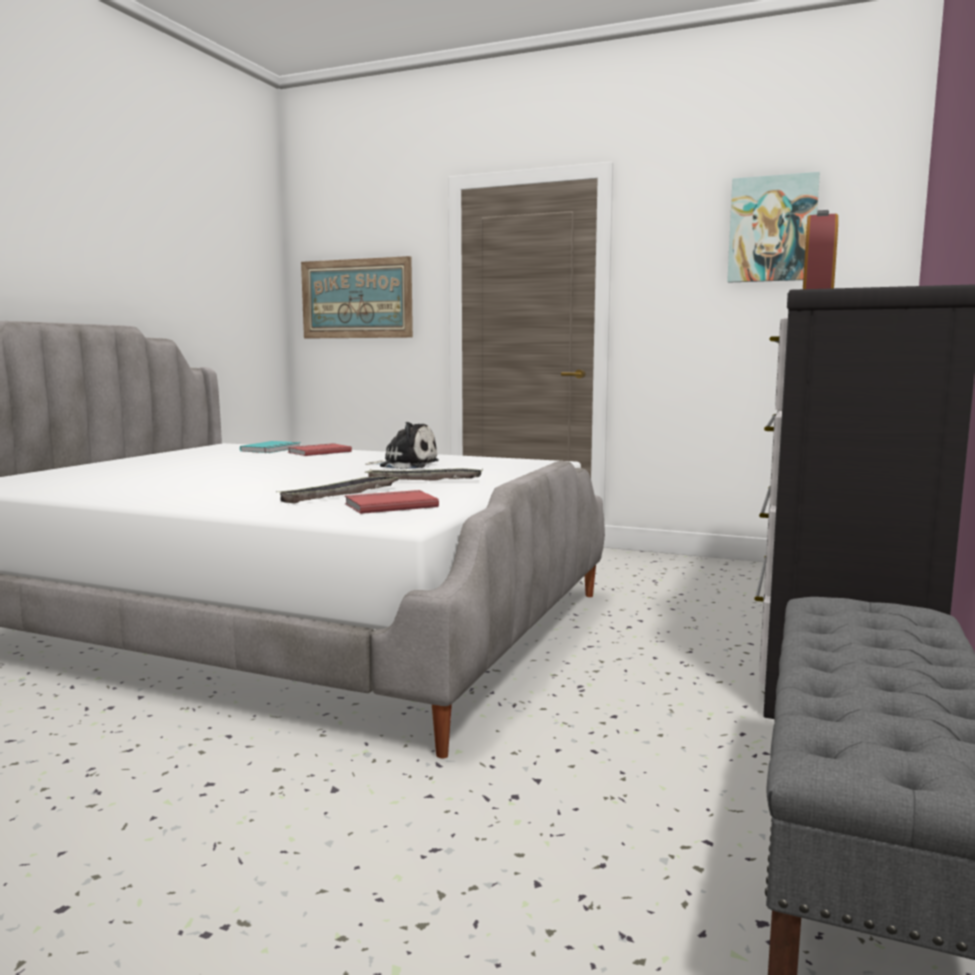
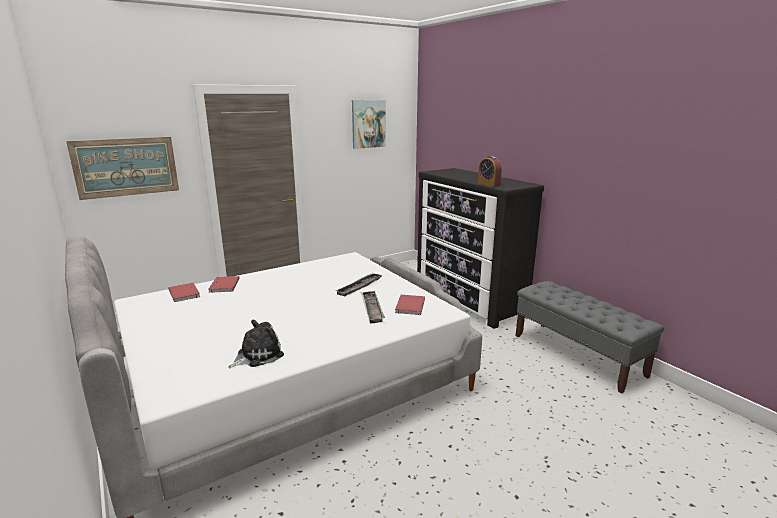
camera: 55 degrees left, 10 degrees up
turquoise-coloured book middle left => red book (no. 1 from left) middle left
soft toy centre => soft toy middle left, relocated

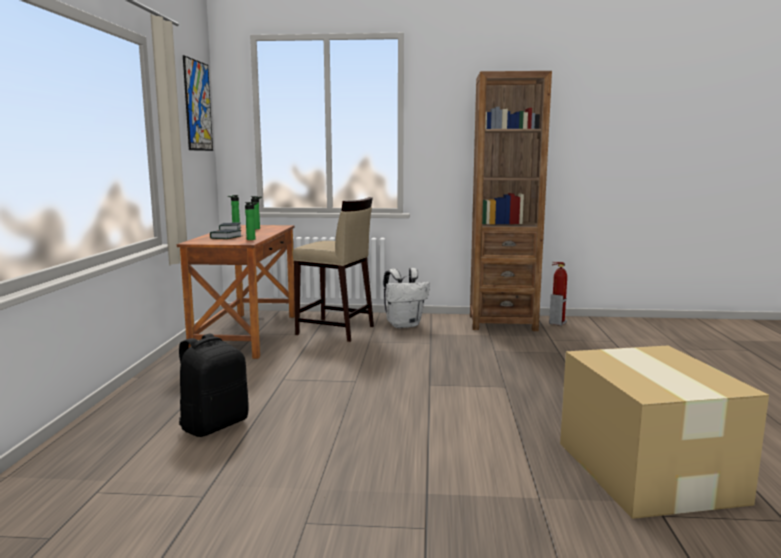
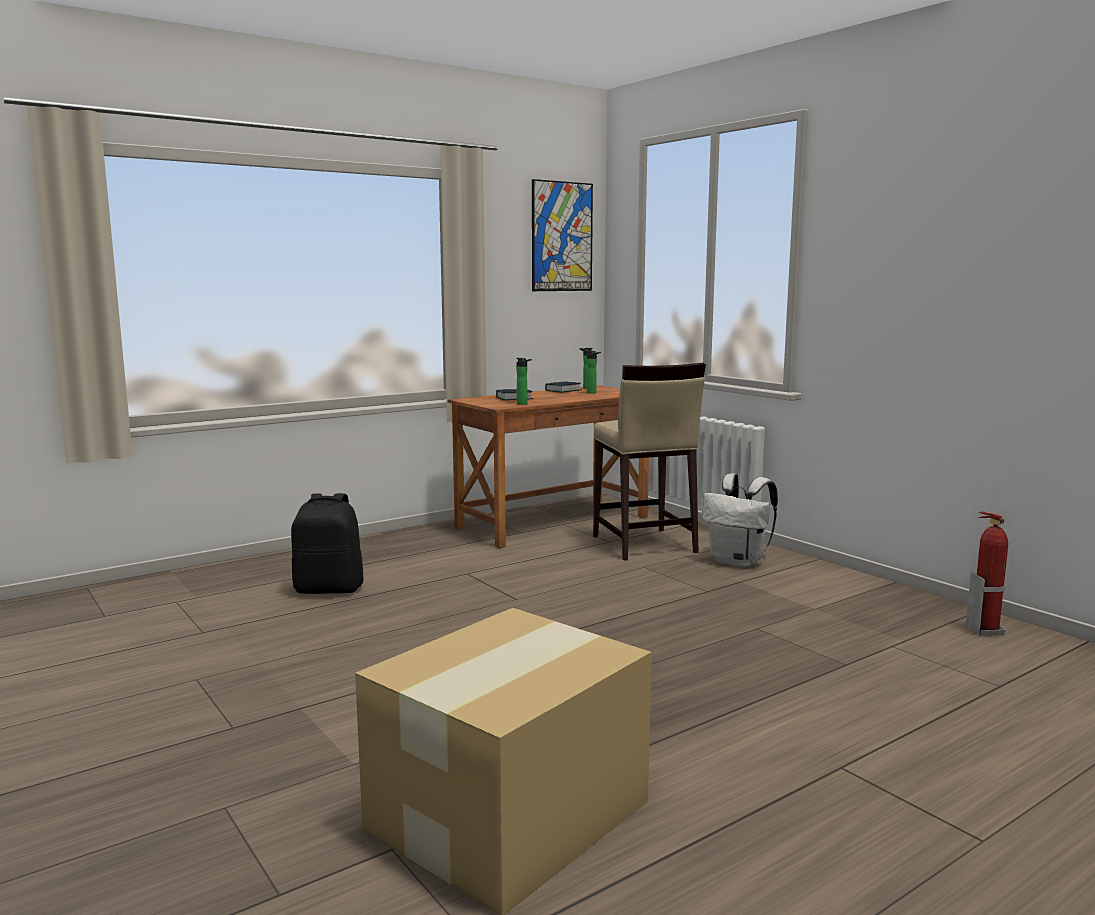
camera: 50 degrees right, 0 degrees up
brownish shelving unit centre => nothing

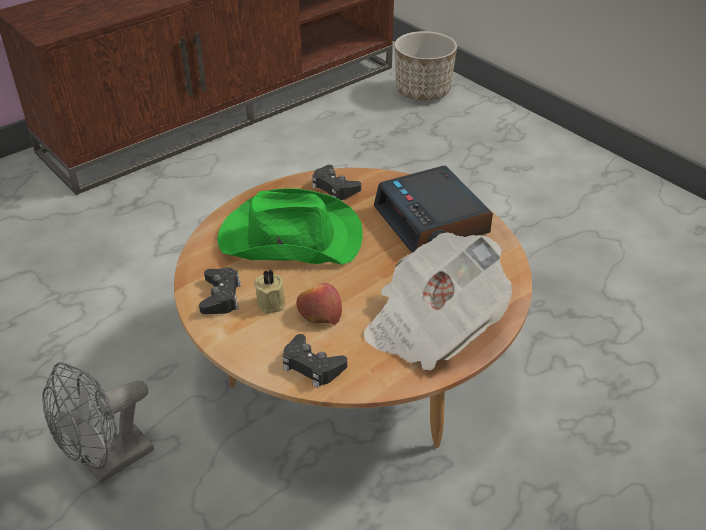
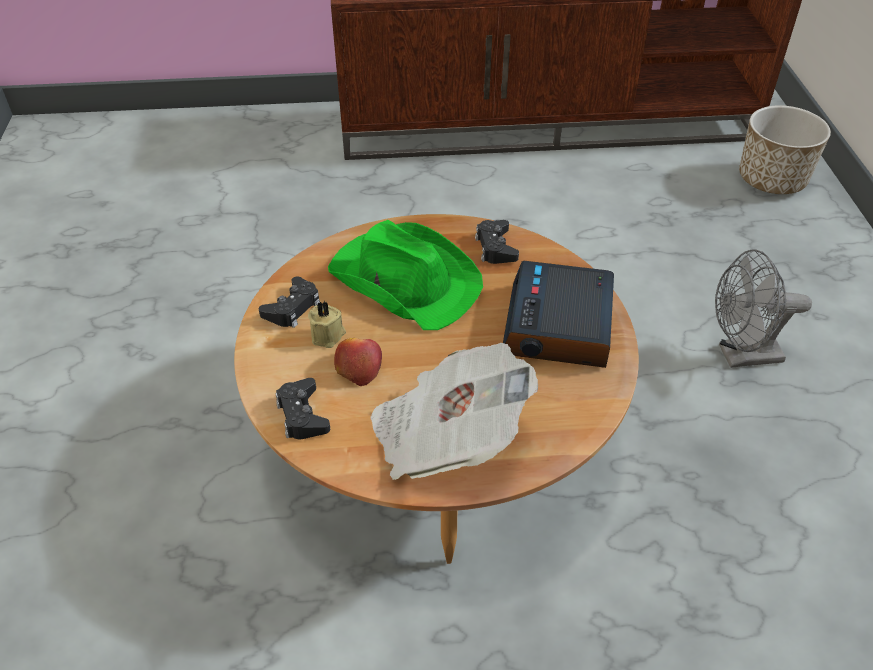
camera: 35 degrees right, 5 degrees up
grey electric fan bottom left => grey electric fan middle right, relocated

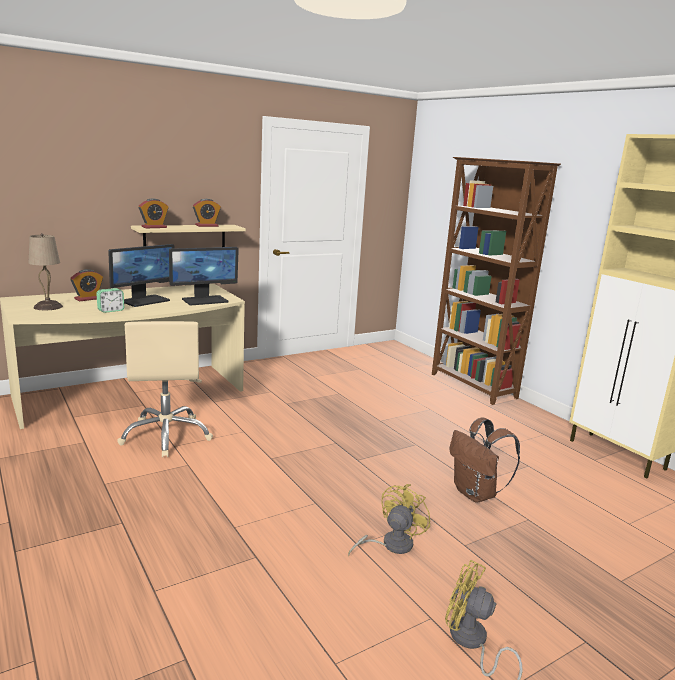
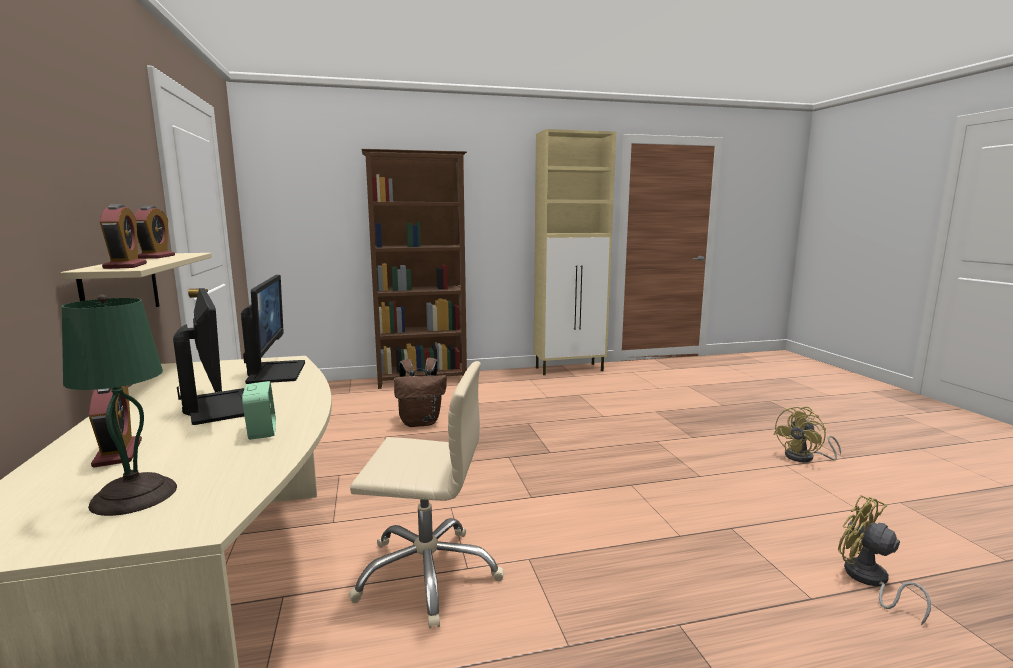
camera: 70 degrees left, 5 degrees down
beige-coloured tabletop lamp middle left => green tabletop lamp middle left
yellowish electric fan (no. 1 from left in the first image) bottom centre => yellowish electric fan (no. 2 from left) bottom right, relocated
brownish knapsack bottom right => brownish knapsack centre, relocated

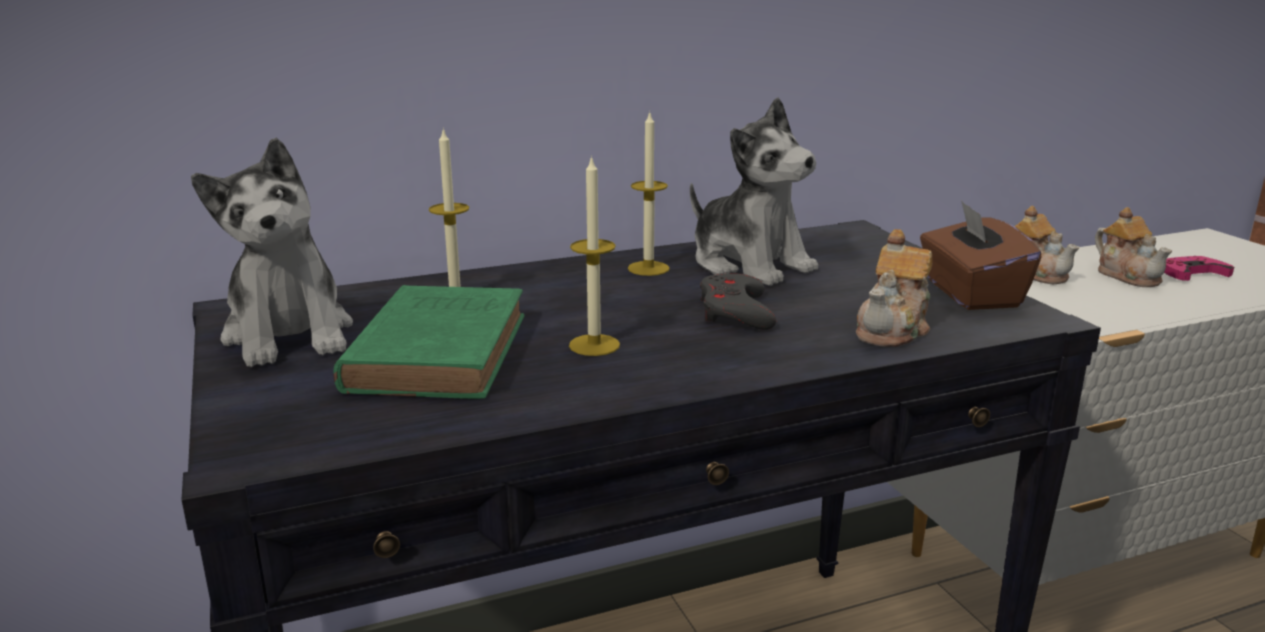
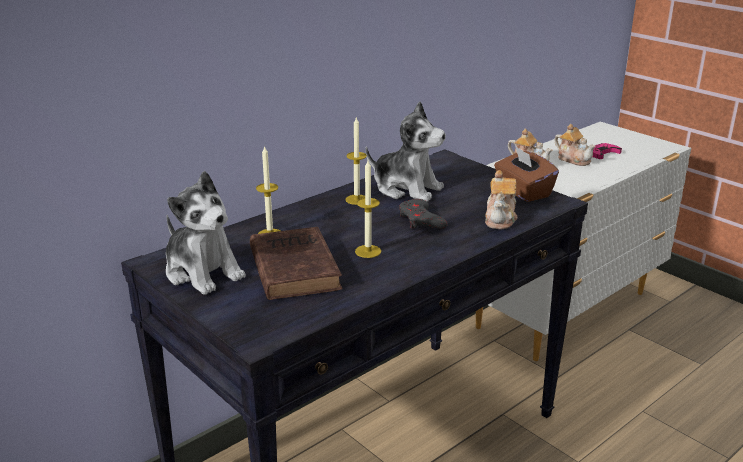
camera: 20 degrees left, 5 degrees up
green book centre => brownish book centre

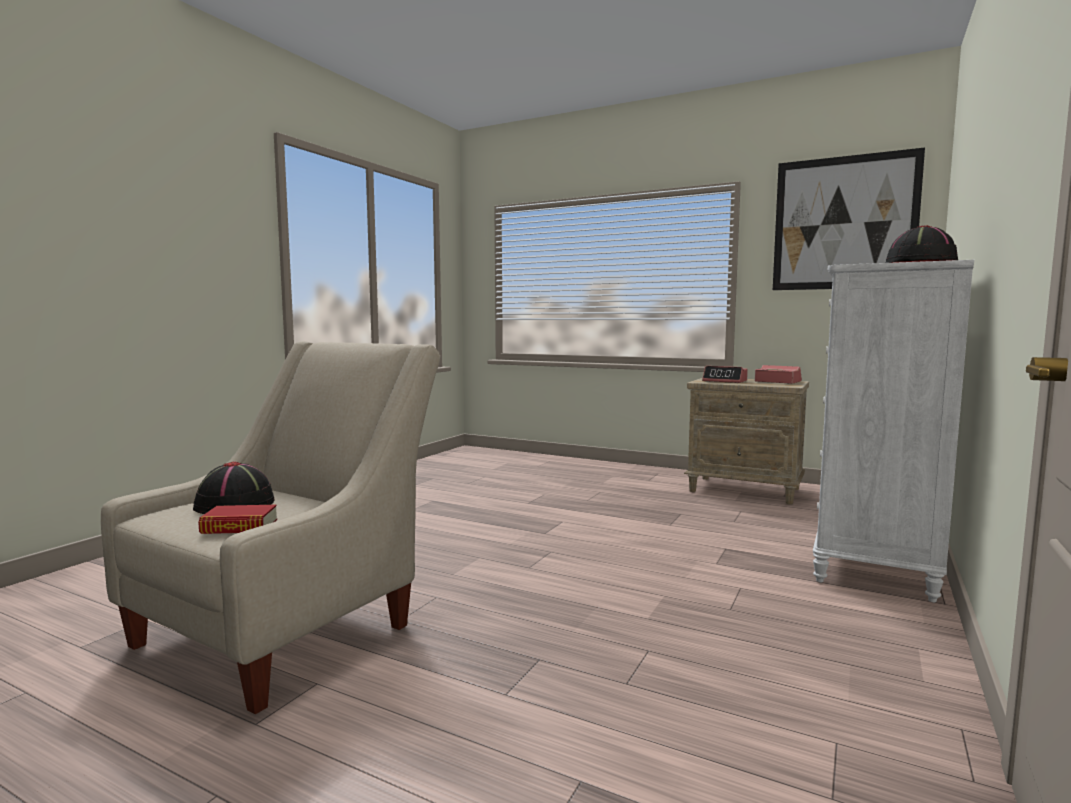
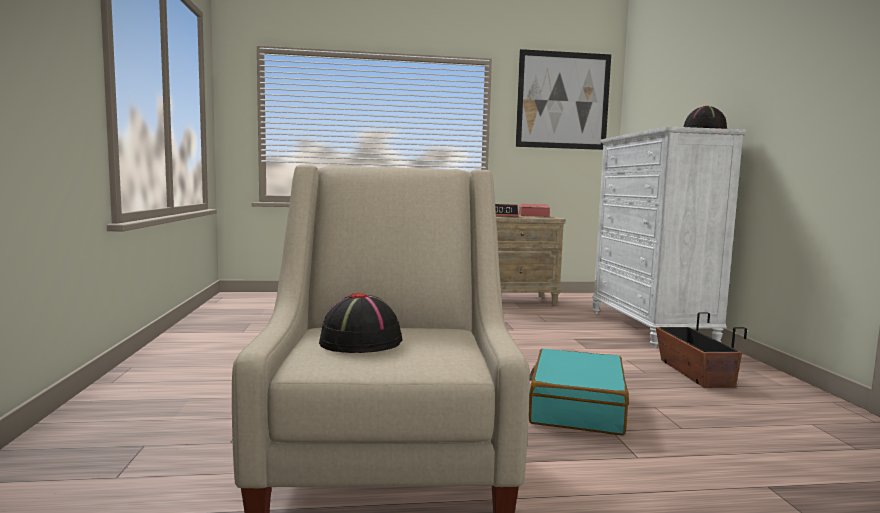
camera: 35 degrees left, 0 degrees up
book middle left => nothing
nothing => turquoise-coloured piece of luggage bottom centre
nothing => planter bottom right

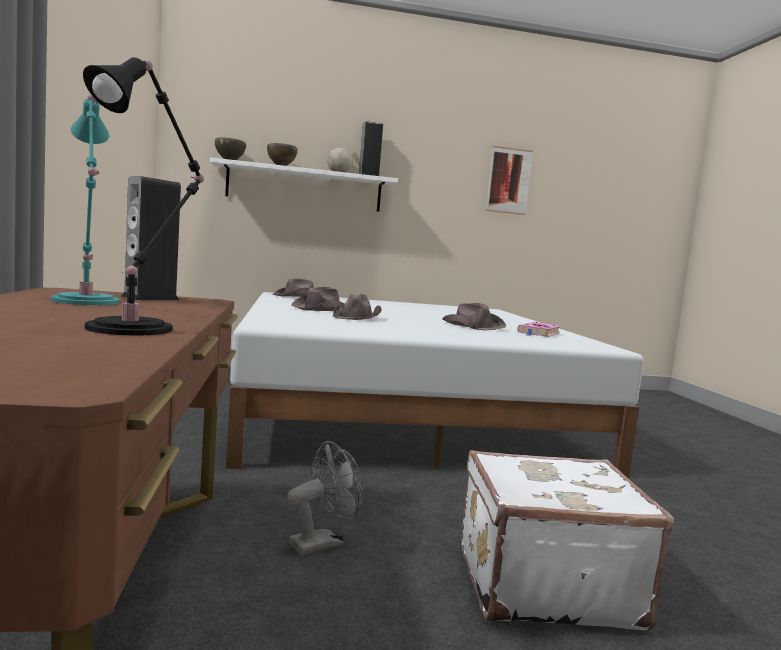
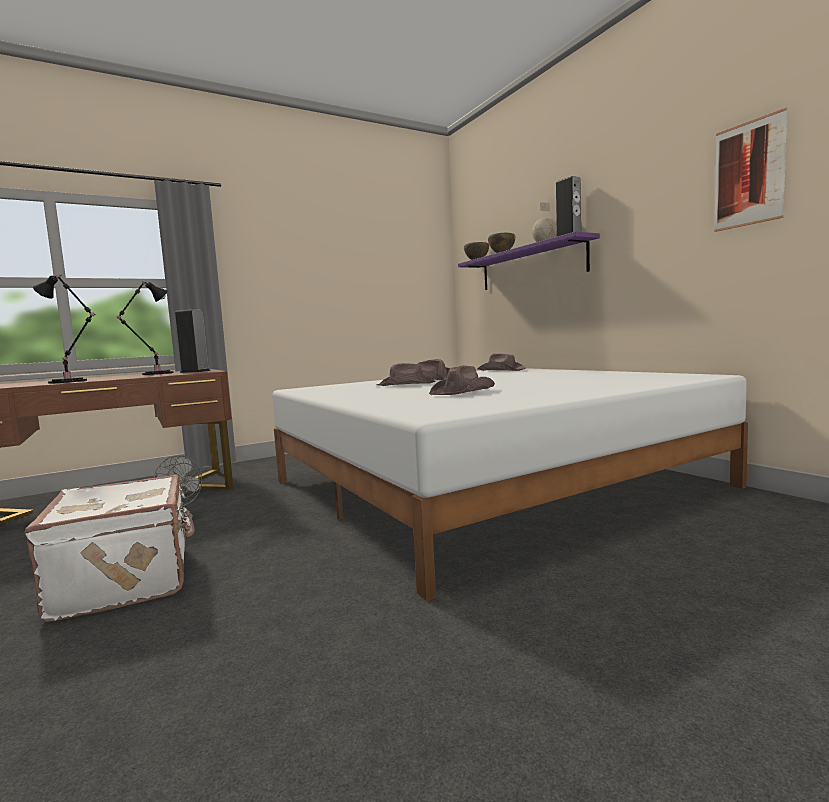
camera: 70 degrees right, 0 degrees up
turquoise-coloured tabletop lamp top left => black-coloured tabletop lamp (no. 2 from left) middle left
whitish shelf top centre => purplish shelf top centre
pink-coloured book middle right => nothing

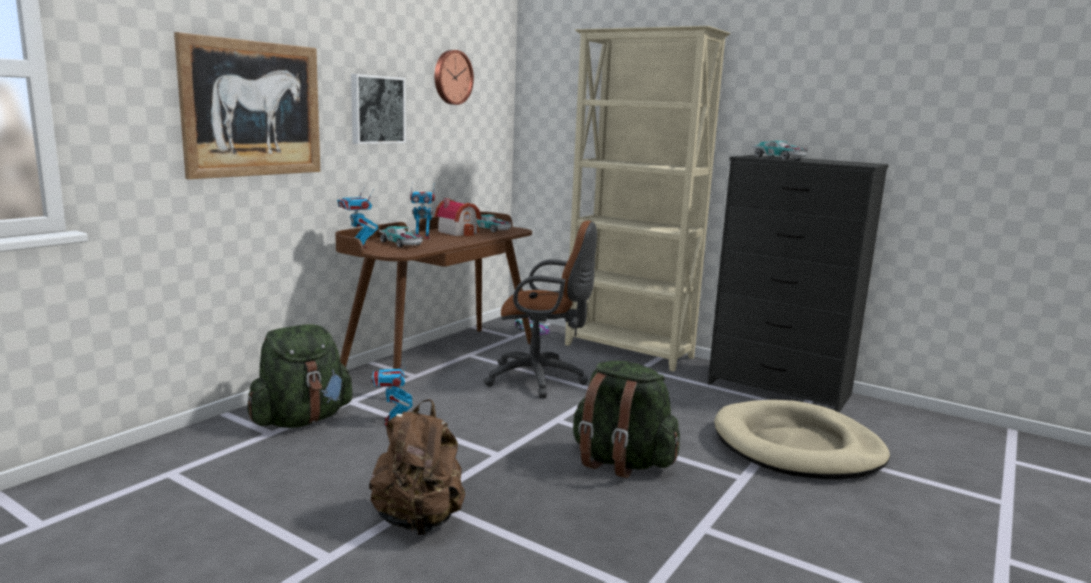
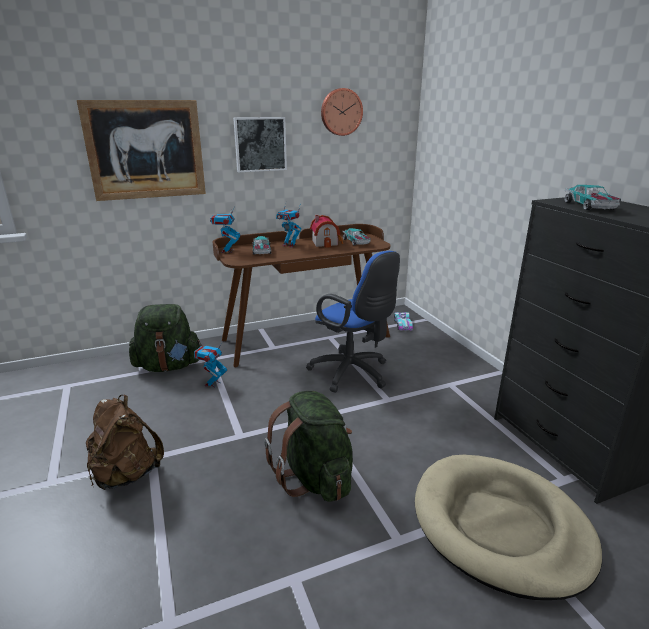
camera: 35 degrees right, 10 degrees up
brownish office chair centre => bluish office chair centre
beige-coloured shelving unit centre => nothing

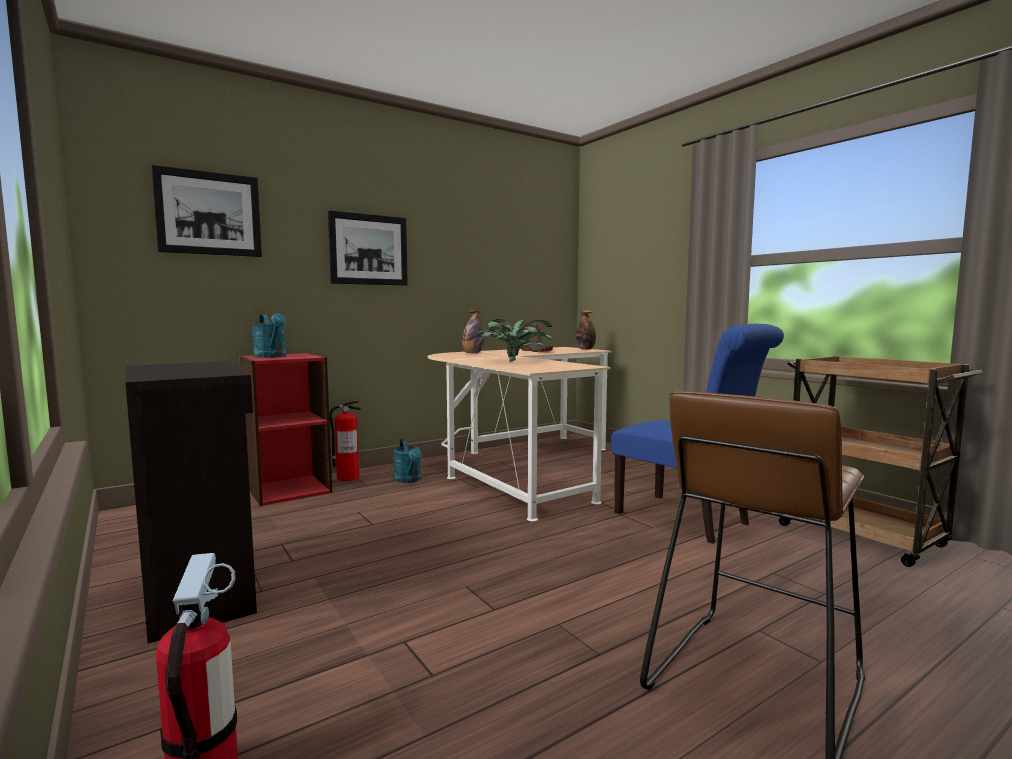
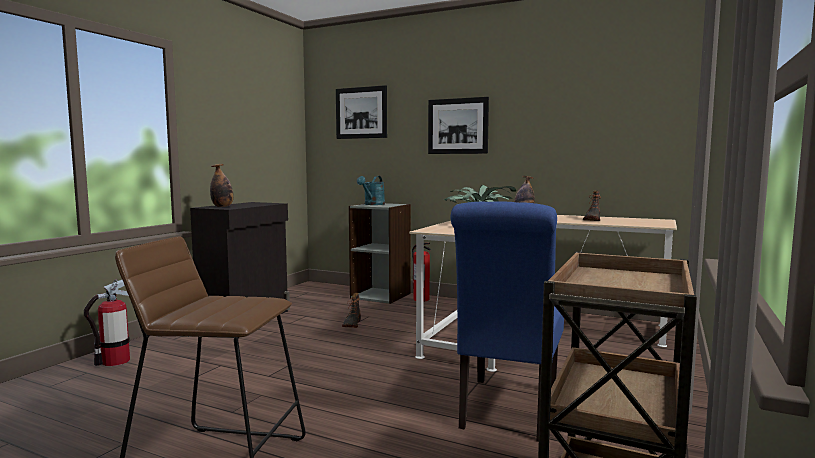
camera: 60 degrees right, 0 degrees up
red shelving unit middle left => grey shelving unit centre
turquoise-coloured watering pot (no. 2 from left) centre => nothing
drink bottle (no. 2 from left in the first image) centre => drink bottle (no. 1 from left) middle left, relocated
nothing => high-top boot (no. 1 from left) bottom centre

